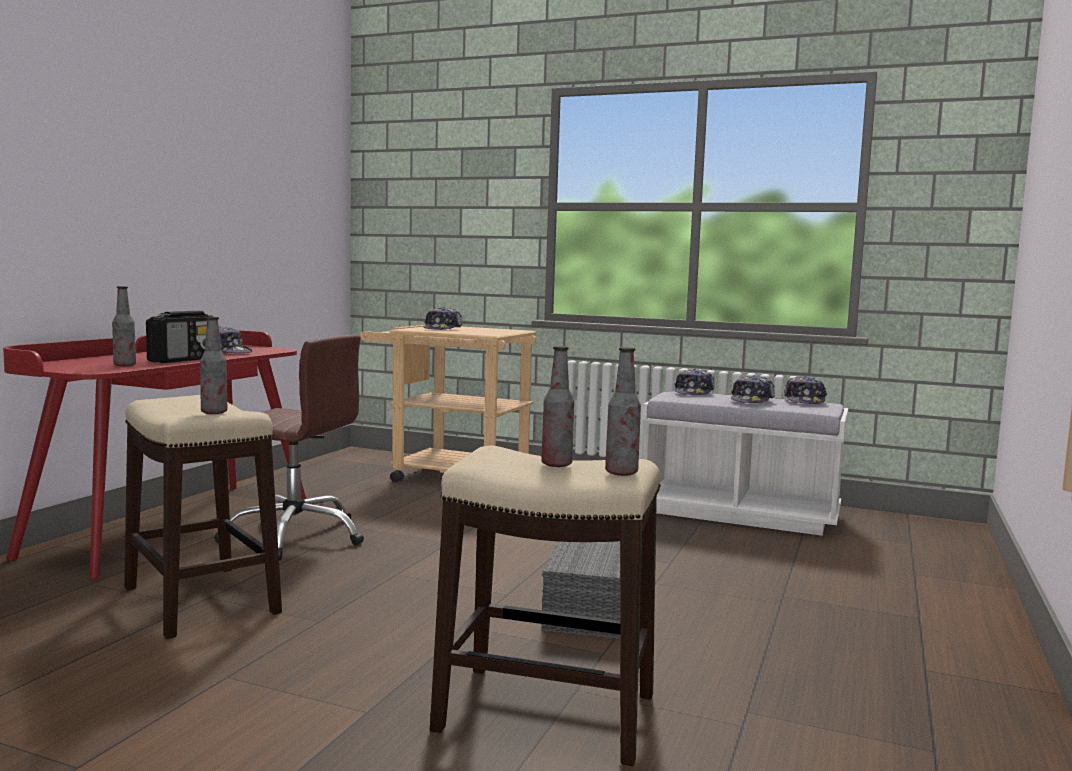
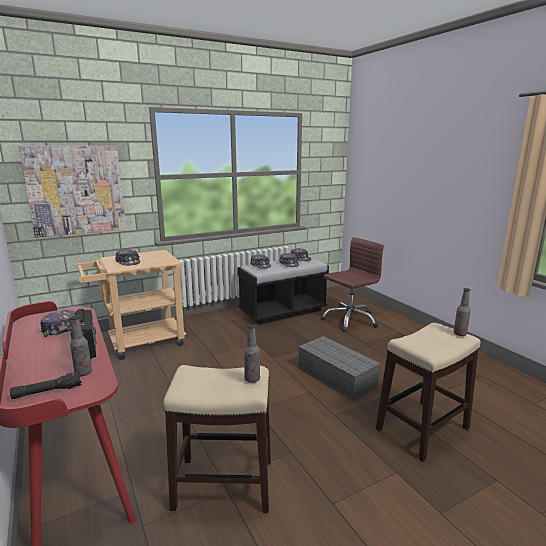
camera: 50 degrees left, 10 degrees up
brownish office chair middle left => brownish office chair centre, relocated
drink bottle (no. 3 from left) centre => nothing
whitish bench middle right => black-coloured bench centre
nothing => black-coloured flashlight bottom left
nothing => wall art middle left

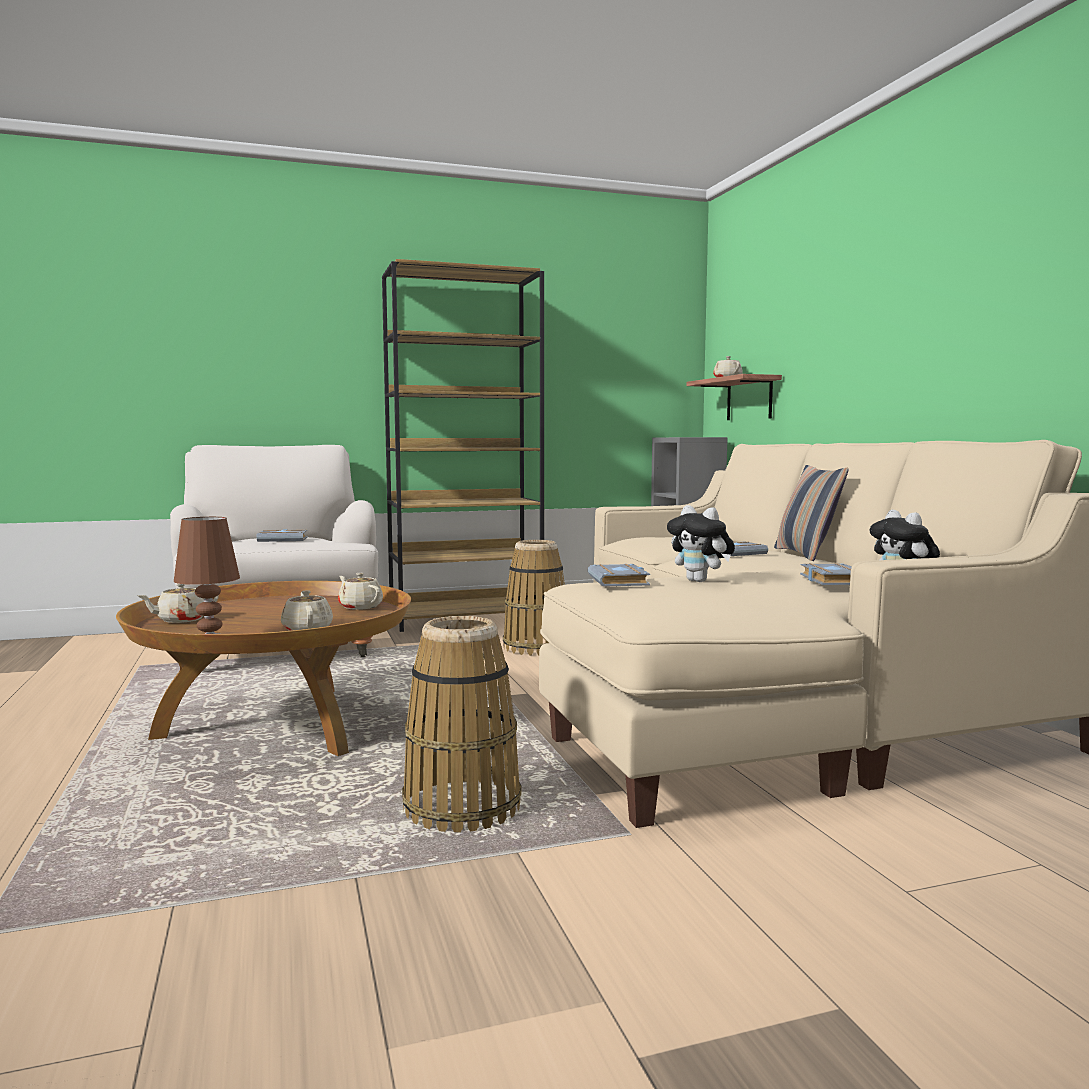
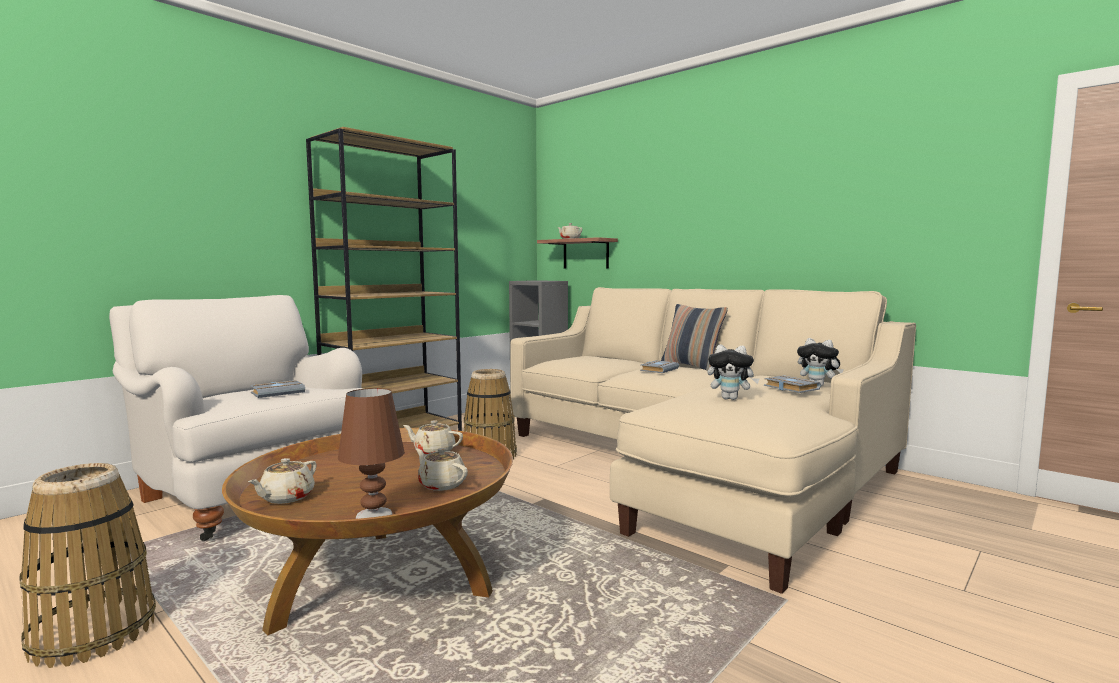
camera: 30 degrees left, 0 degrees up
basket (no. 1 from left) centre => basket (no. 1 from left) bottom left, relocated
grey book (no. 2 from left) centre => nothing

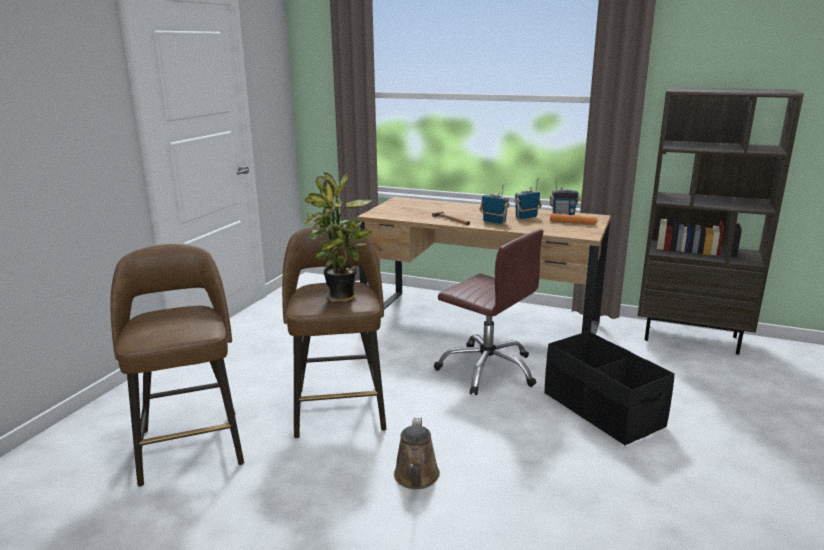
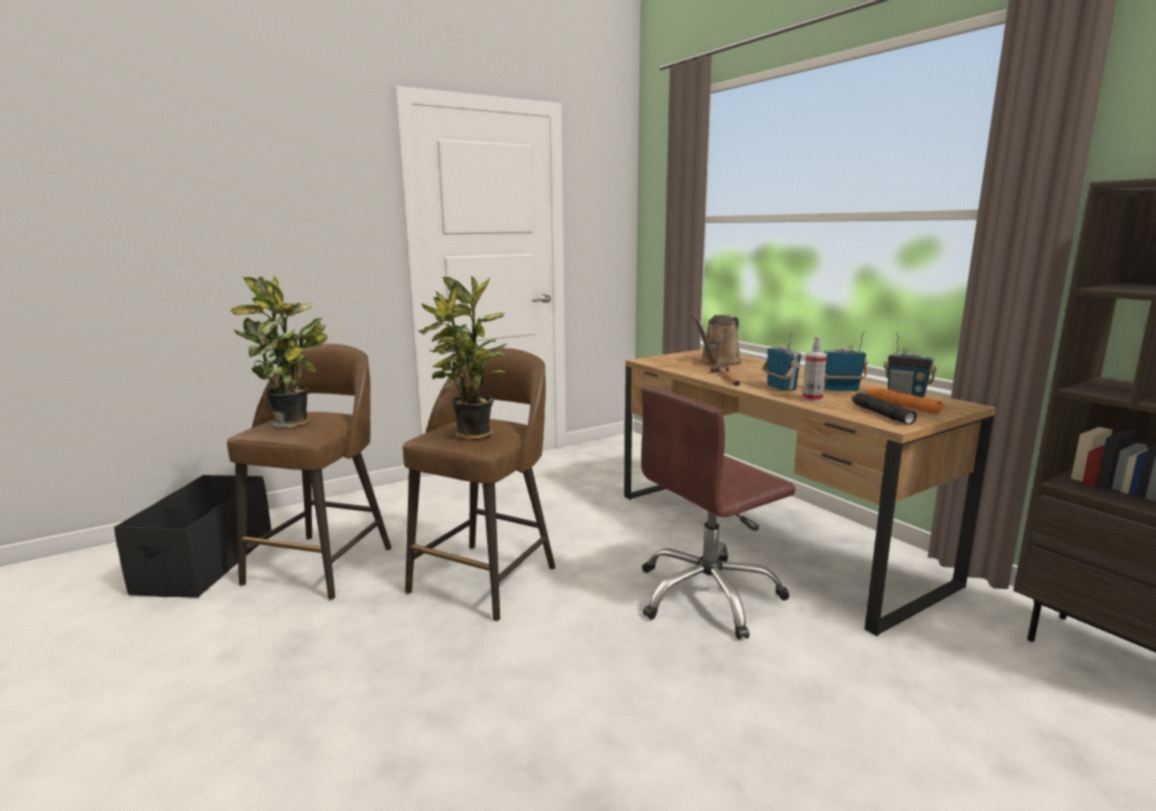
camera: 35 degrees right, 5 degrees down
brownish watering pot bottom centre => brownish watering pot centre, relocated
brownish office chair centre, 75 degrees clockwise
black-coloured storage box bottom right => black-coloured storage box middle left, relocated
nothing => houseplant (no. 1 from left) middle left
nothing => sprayer middle right
nothing => black-coloured flashlight middle right

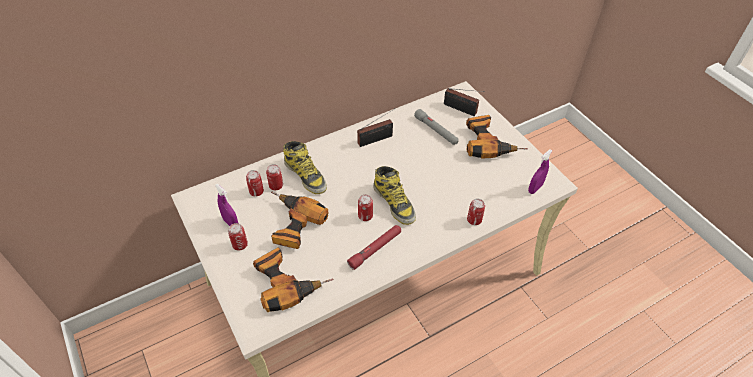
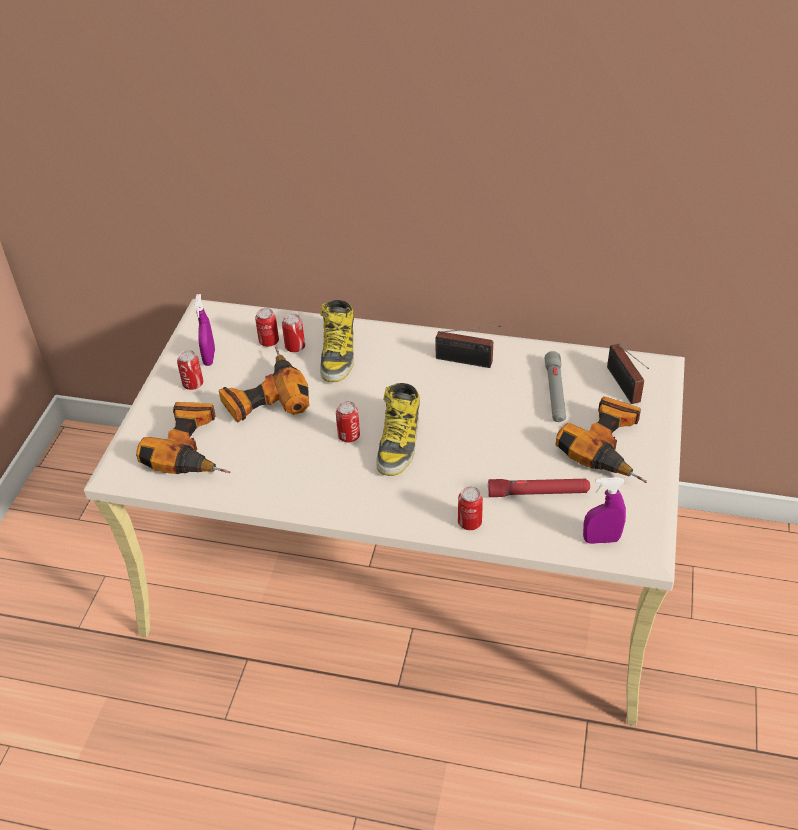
camera: 45 degrees right, 5 degrees down
red flashlight centre => red flashlight middle right, relocated

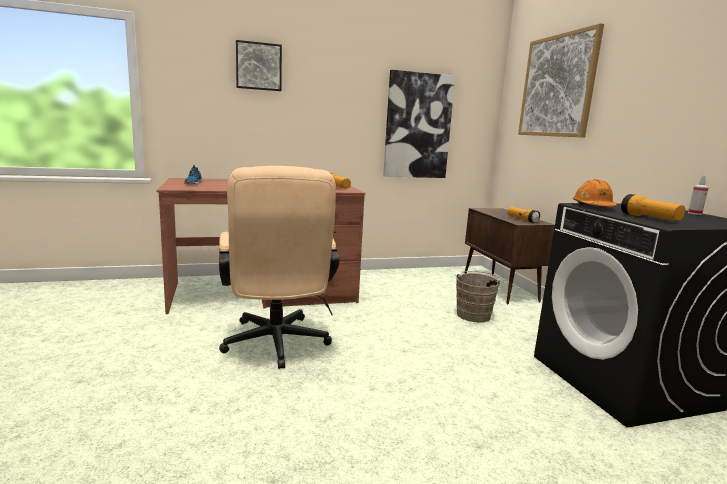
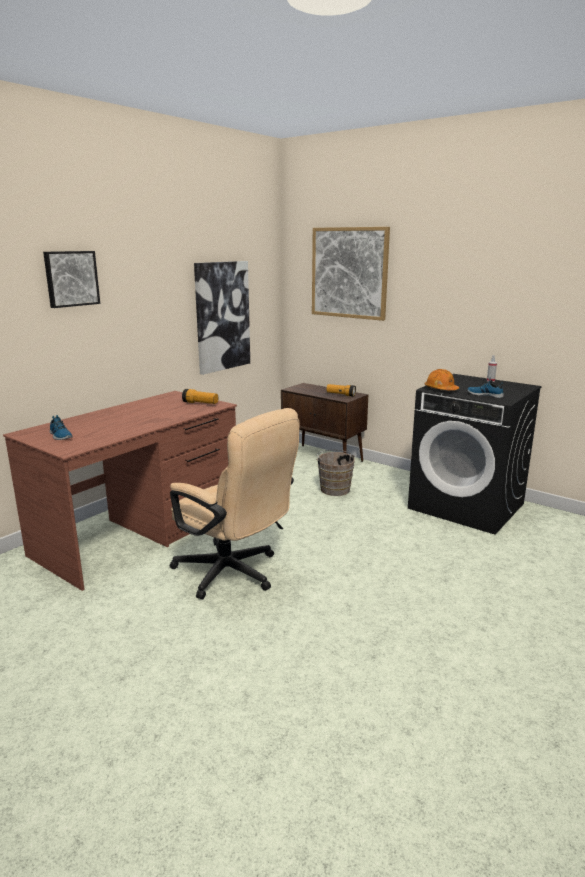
camera: 35 degrees left, 5 degrees up
flashlight (no. 3 from left) middle right => low shoe (no. 2 from left) middle right

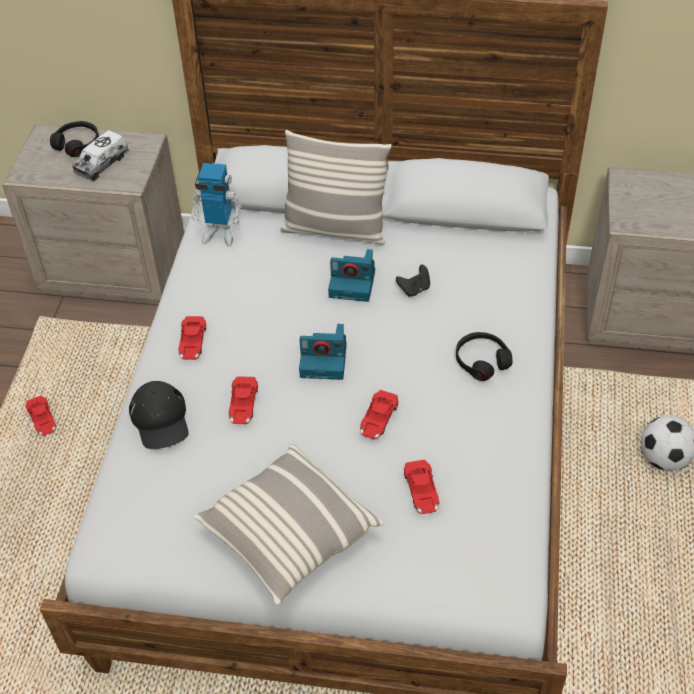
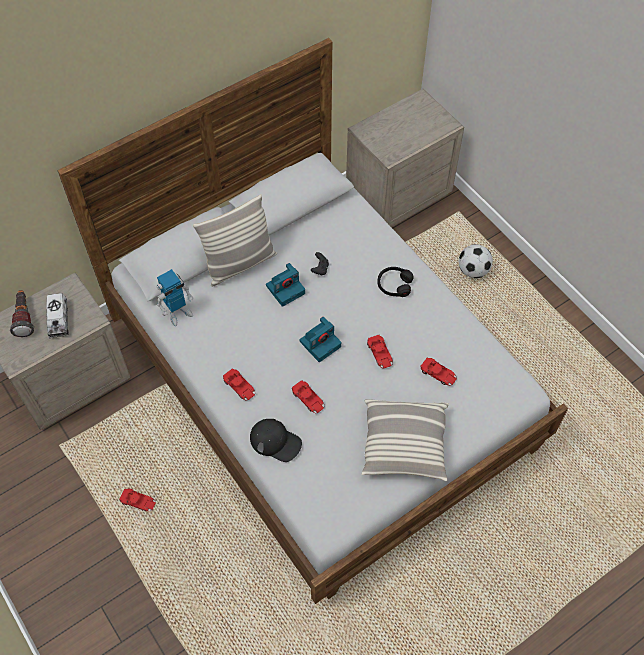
camera: 45 degrees left, 10 degrees up
black-coloured pair of headphones (no. 1 from left) top left => flashlight middle left

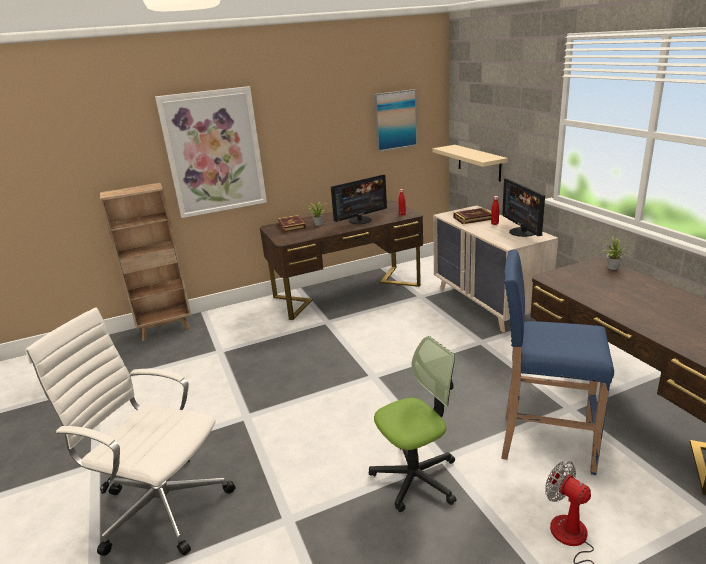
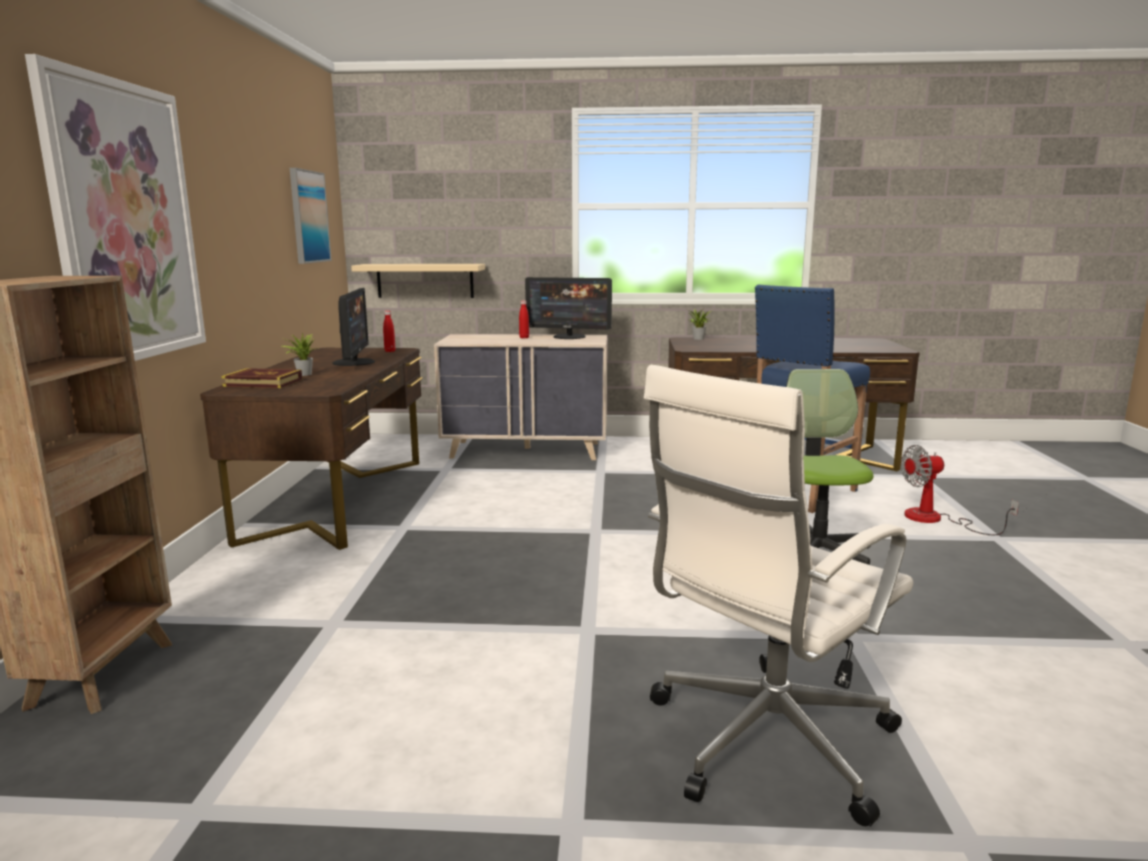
camera: 65 degrees left, 10 degrees down
book (no. 2 from left) middle right => nothing

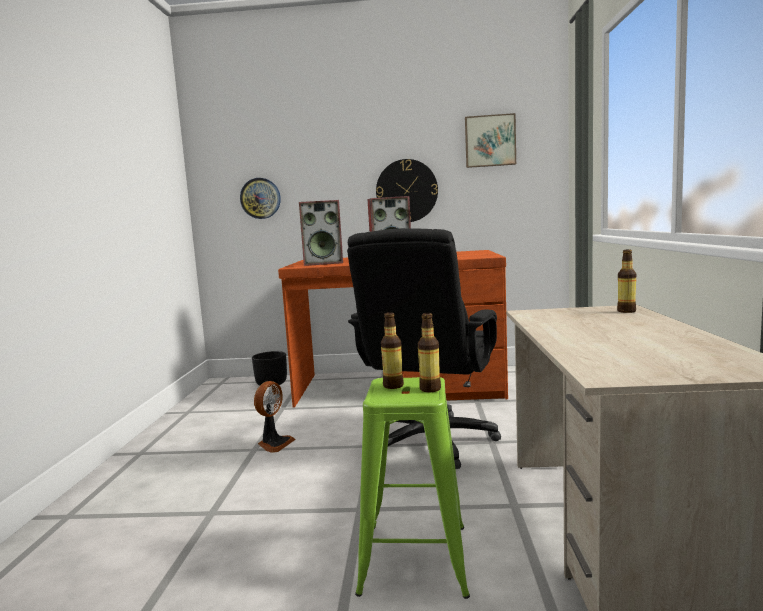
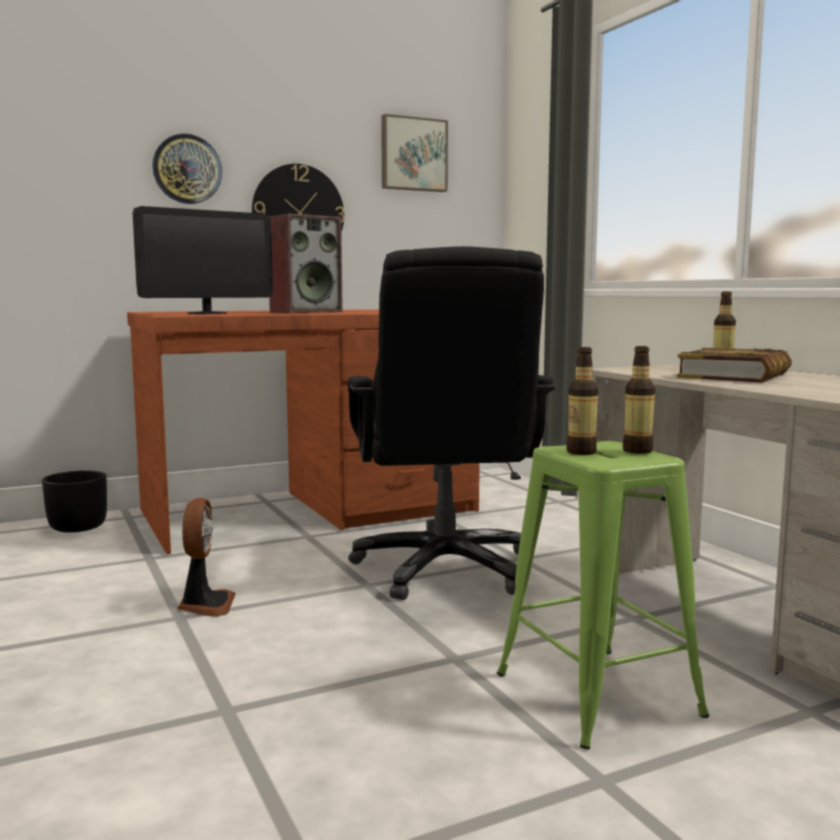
camera: 30 degrees left, 0 degrees up
hanging clock (no. 1 from left) top centre => hanging clock (no. 1 from left) top left, relocated
loudspeaker (no. 1 from left) centre => computer display top left
nothing => book middle right

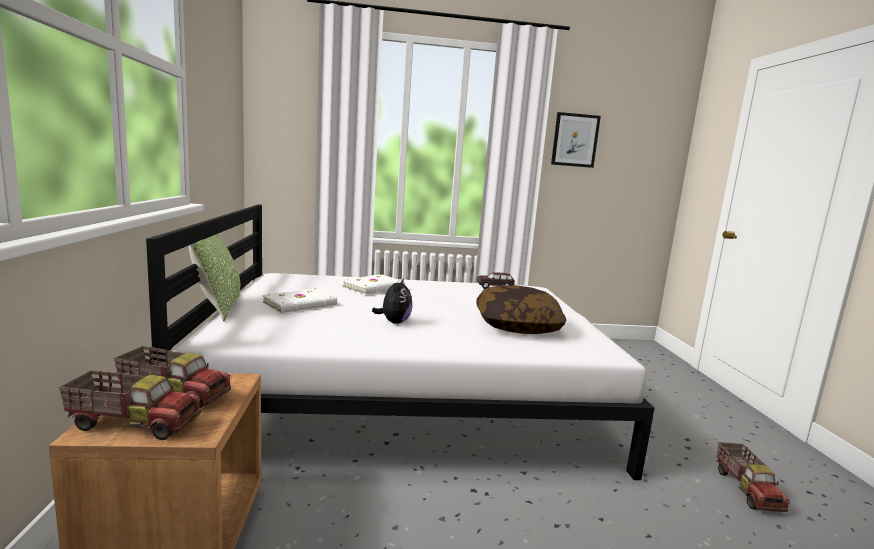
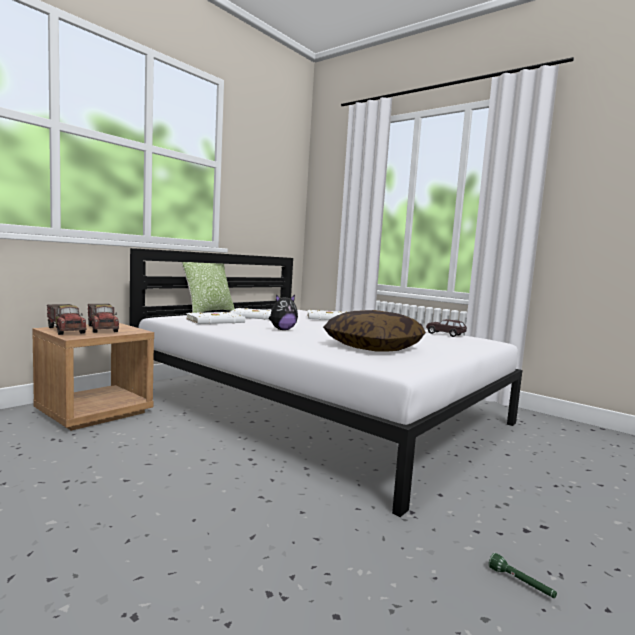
camera: 45 degrees right, 5 degrees down
wall art top centre => nothing
toy lorry (no. 3 from left) bottom right => green flashlight bottom right
nothing => whitish book (no. 1 from left) centre

